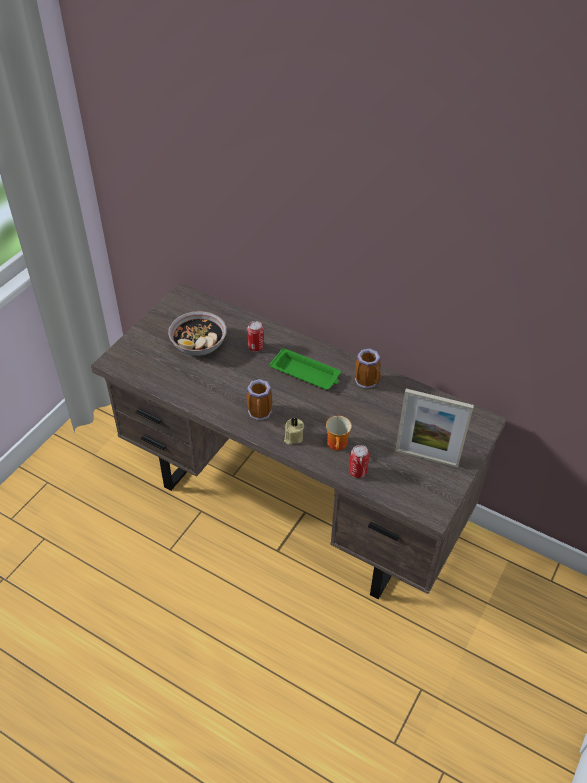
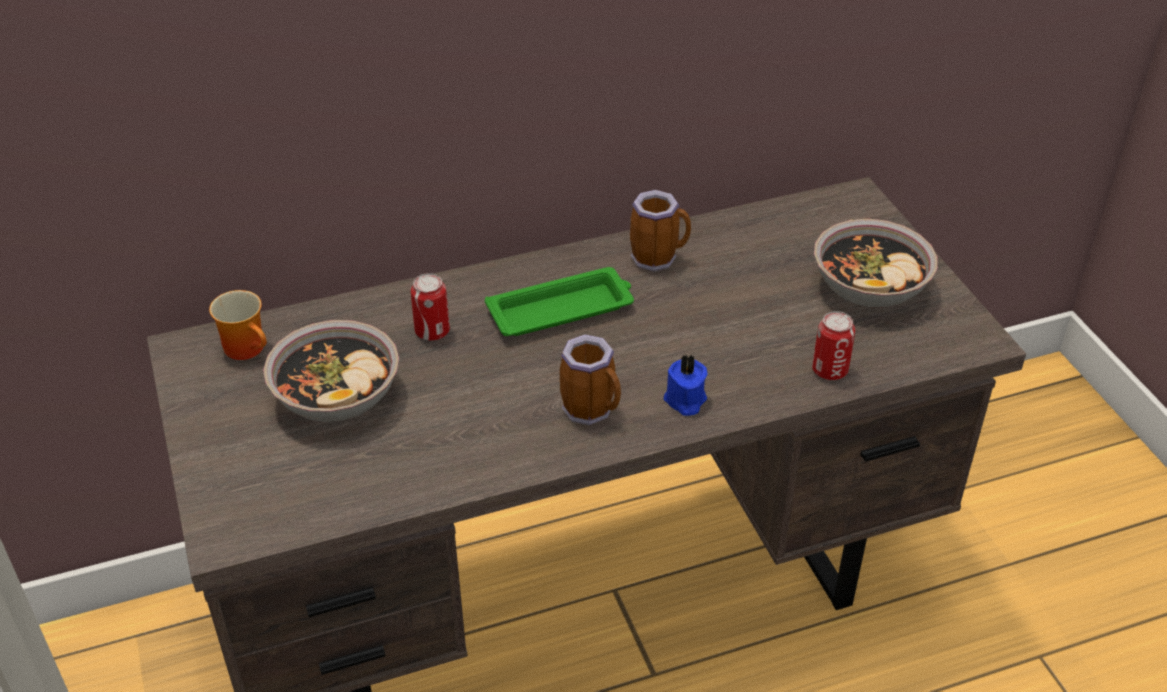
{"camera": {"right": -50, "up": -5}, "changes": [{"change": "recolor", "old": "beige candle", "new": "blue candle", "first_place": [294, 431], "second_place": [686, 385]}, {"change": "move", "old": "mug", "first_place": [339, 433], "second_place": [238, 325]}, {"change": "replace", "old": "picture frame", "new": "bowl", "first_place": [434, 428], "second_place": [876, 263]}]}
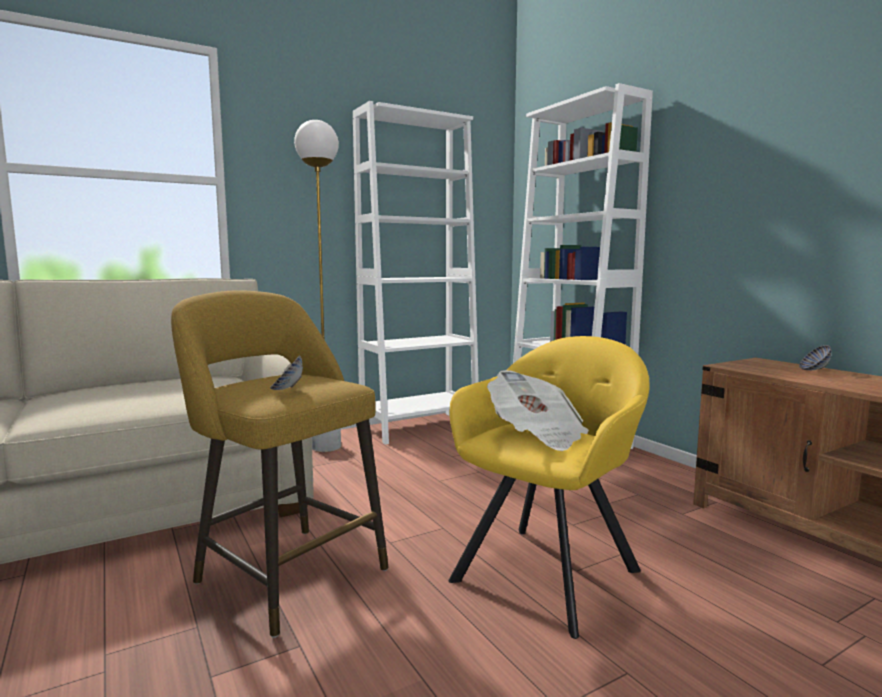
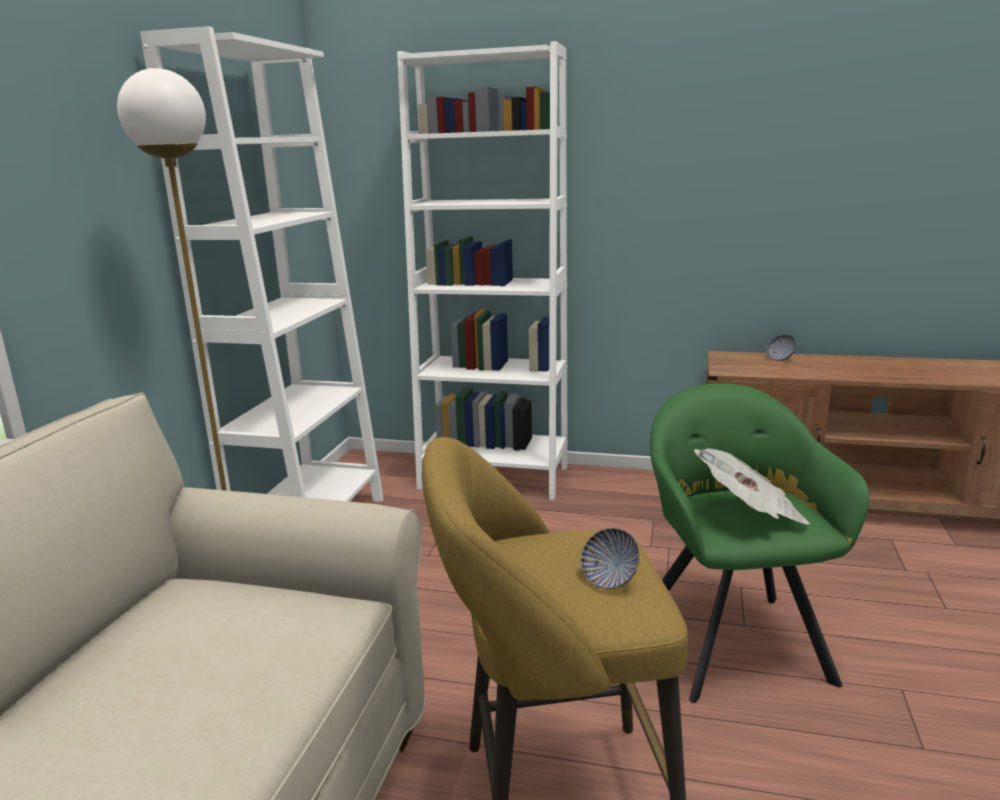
{"camera": {"right": -45, "up": 10}, "changes": [{"change": "recolor", "old": "yellow armchair", "new": "green armchair", "first_place": [548, 487], "second_place": [760, 543]}]}
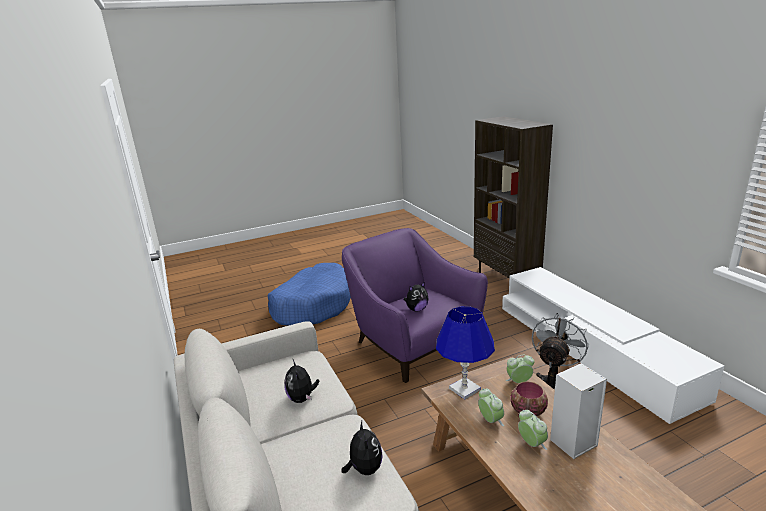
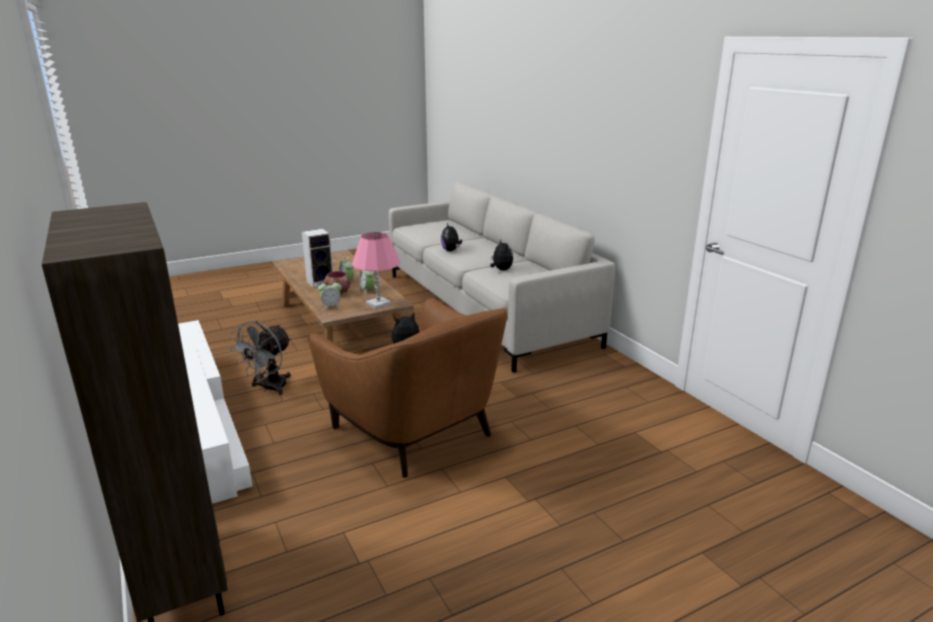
{"camera": {"right": 175, "up": 0}, "changes": [{"change": "delete", "old": "blue dog bed", "first_place": [309, 294]}, {"change": "recolor", "old": "purple armchair", "new": "brown armchair", "first_place": [415, 305], "second_place": [407, 388]}, {"change": "recolor", "old": "blue table lamp", "new": "pink table lamp", "first_place": [465, 352], "second_place": [376, 270]}]}
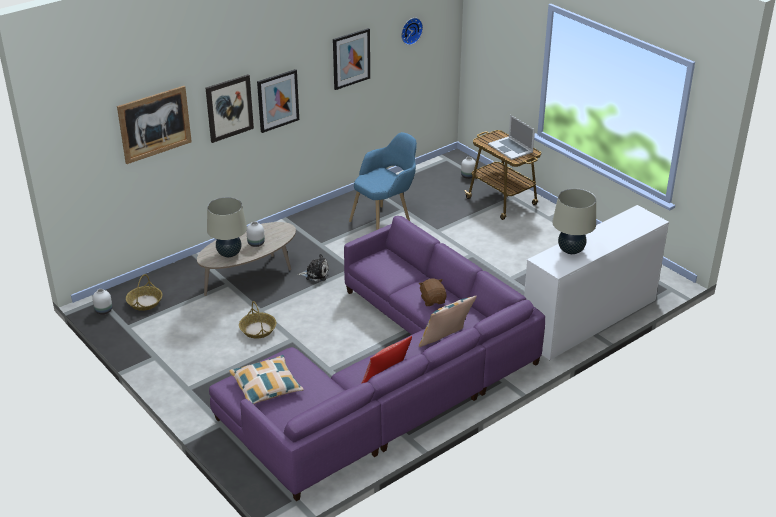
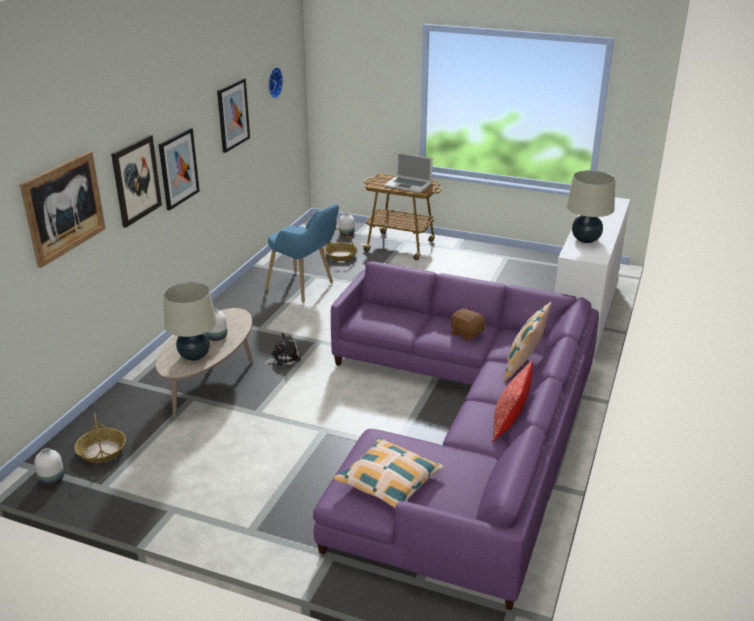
{"camera": {"right": -30, "up": -5}, "changes": [{"change": "move", "old": "basket", "first_place": [257, 320], "second_place": [341, 245]}, {"change": "rotate", "old": "blue armchair", "first_place": [383, 181], "second_place": [302, 253], "degrees": 105}]}
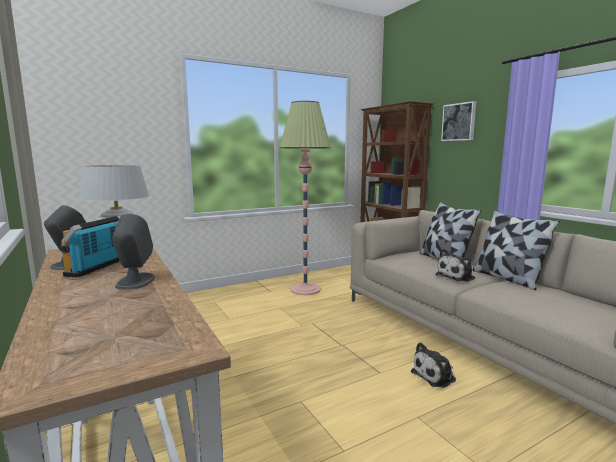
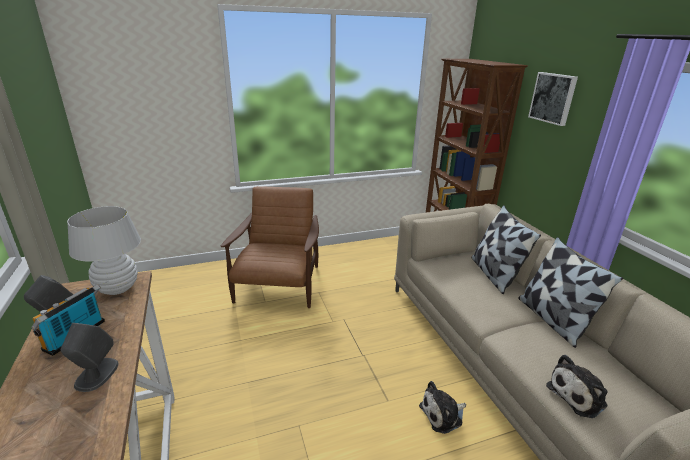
{"camera": {"right": 10, "up": 15}, "changes": [{"change": "delete", "old": "floor lamp", "first_place": [305, 198]}, {"change": "move", "old": "plush toy", "first_place": [455, 265], "second_place": [577, 386]}, {"change": "insert", "new": "brown armchair", "second_place": [269, 247]}]}
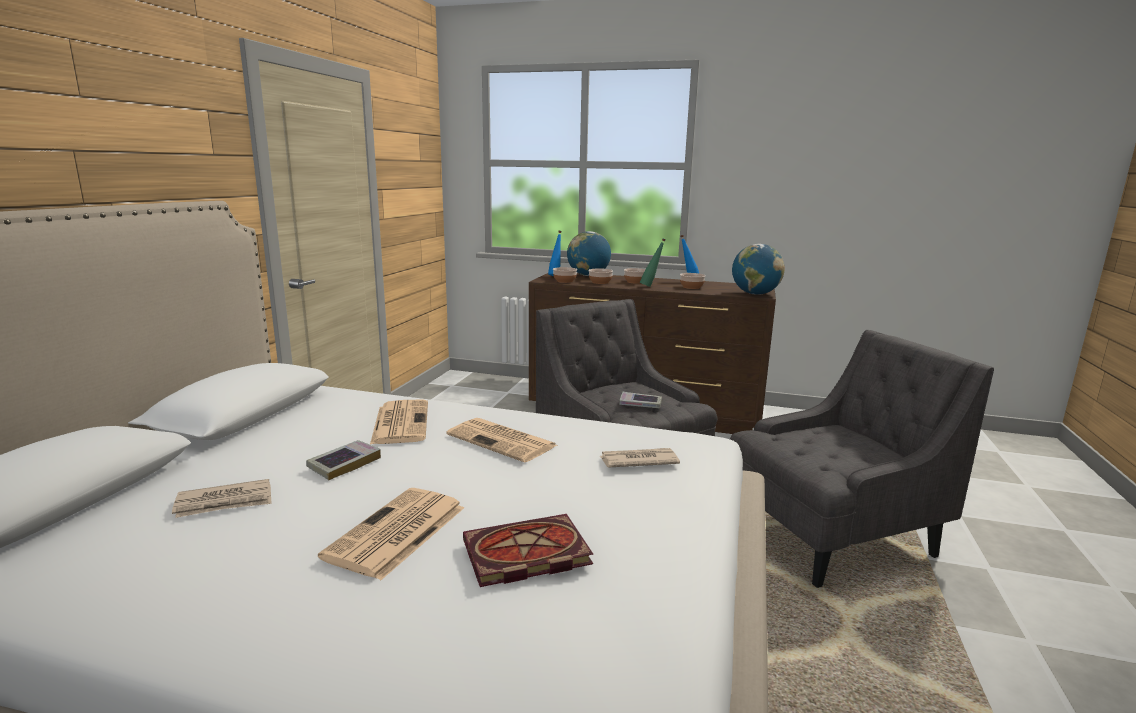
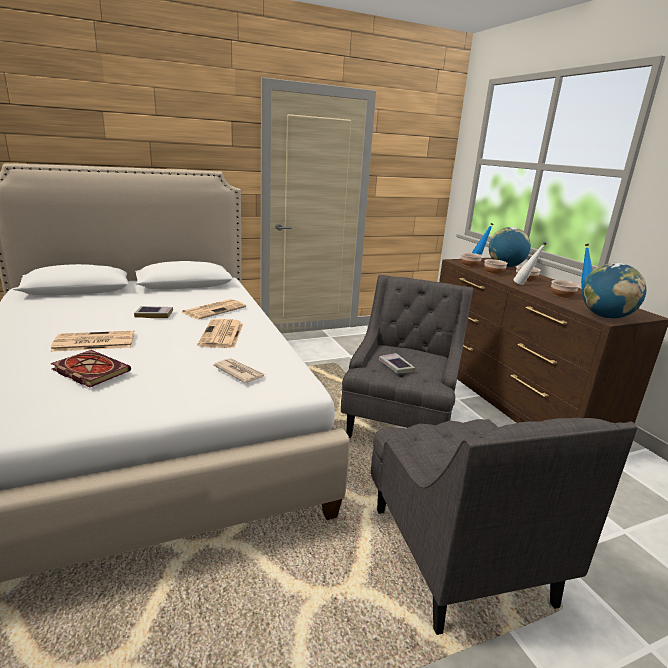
{"camera": {"right": 50, "up": 5}, "changes": [{"change": "delete", "old": "newspaper", "first_place": [222, 498]}, {"change": "recolor", "old": "green bottle", "new": "white bottle", "first_place": [652, 262], "second_place": [530, 263]}, {"change": "rotate", "old": "grey armchair", "first_place": [862, 459], "second_place": [504, 526], "degrees": 45}]}
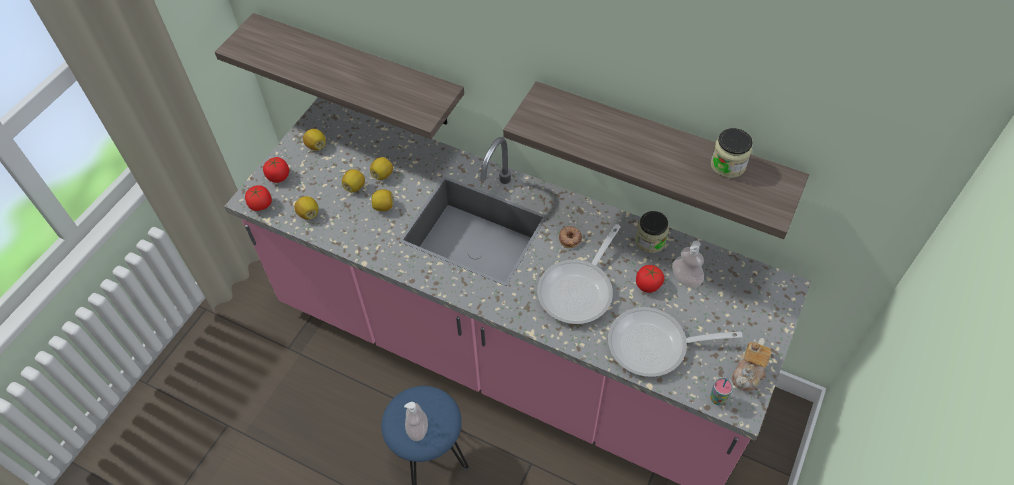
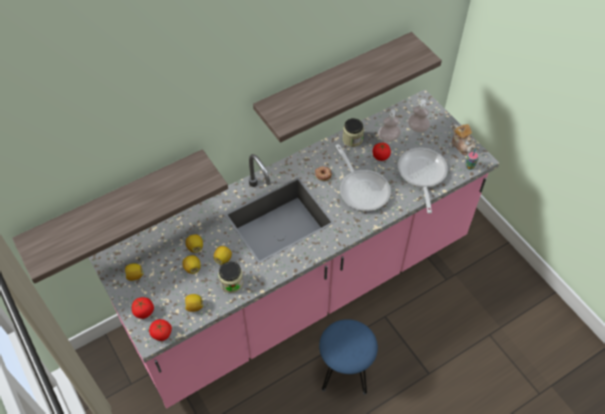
{"camera": {"right": -60, "up": 0}, "changes": [{"change": "move", "old": "soap dispenser", "first_place": [416, 421], "second_place": [419, 116]}, {"change": "rotate", "old": "frying pan", "first_place": [675, 342], "second_place": [423, 180], "degrees": 150}, {"change": "move", "old": "jar", "first_place": [731, 153], "second_place": [230, 277]}]}
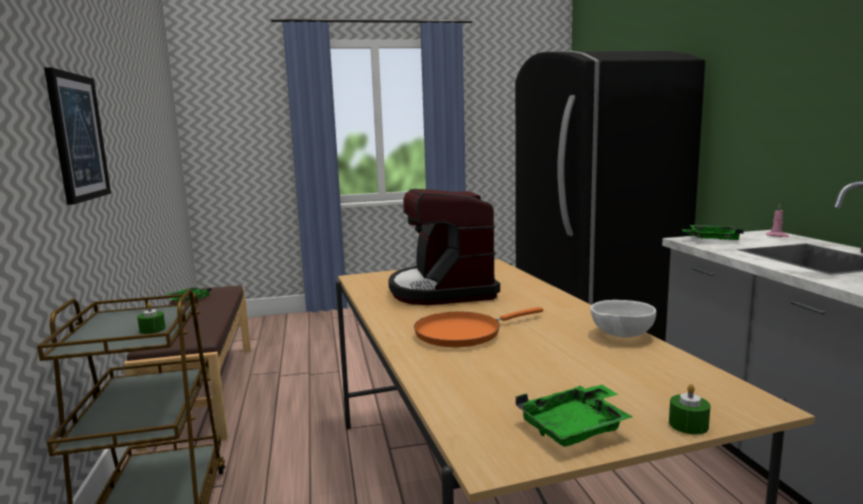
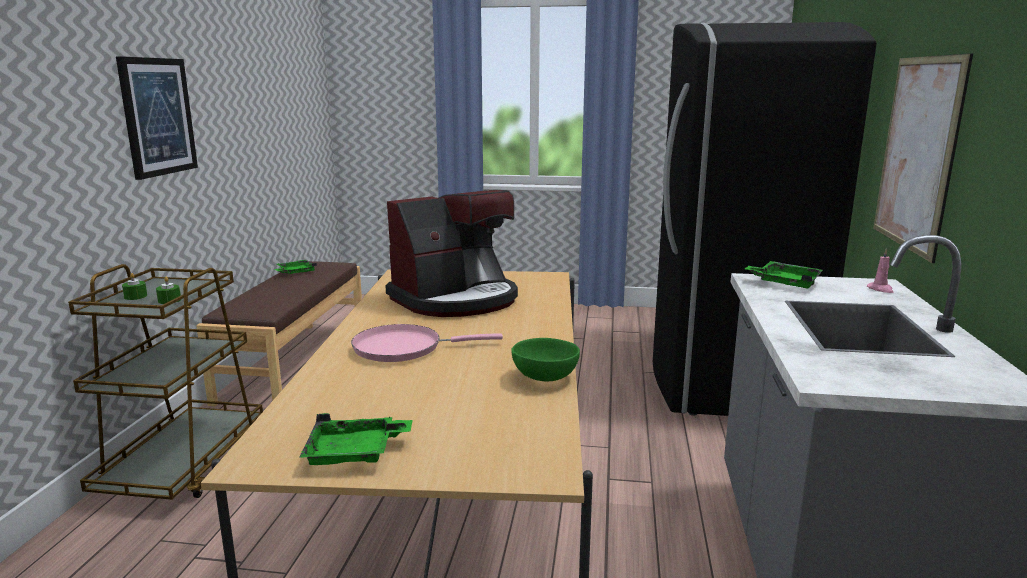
{"camera": {"right": 20, "up": 5}, "changes": [{"change": "rotate", "old": "coffee machine", "first_place": [444, 247], "second_place": [451, 253], "degrees": -135}, {"change": "recolor", "old": "orange frying pan", "new": "pink frying pan", "first_place": [478, 327], "second_place": [427, 343]}, {"change": "recolor", "old": "white bowl", "new": "green bowl", "first_place": [623, 318], "second_place": [545, 359]}, {"change": "move", "old": "green candle", "first_place": [689, 409], "second_place": [134, 286]}, {"change": "insert", "new": "picture", "second_place": [923, 158]}]}
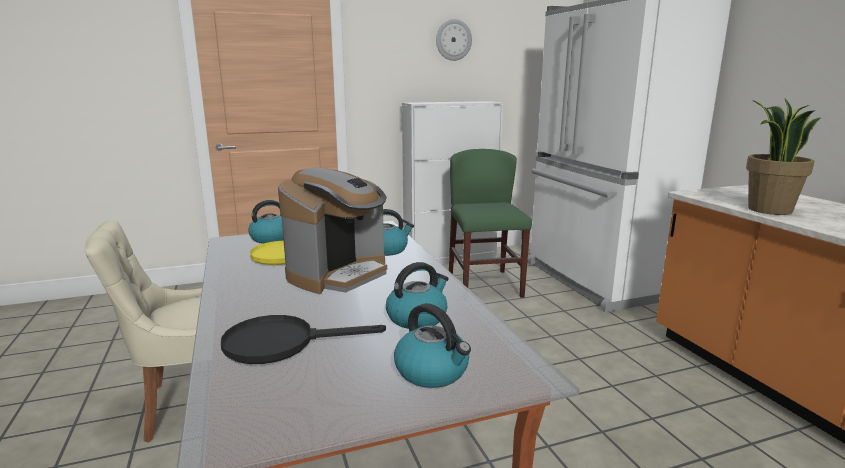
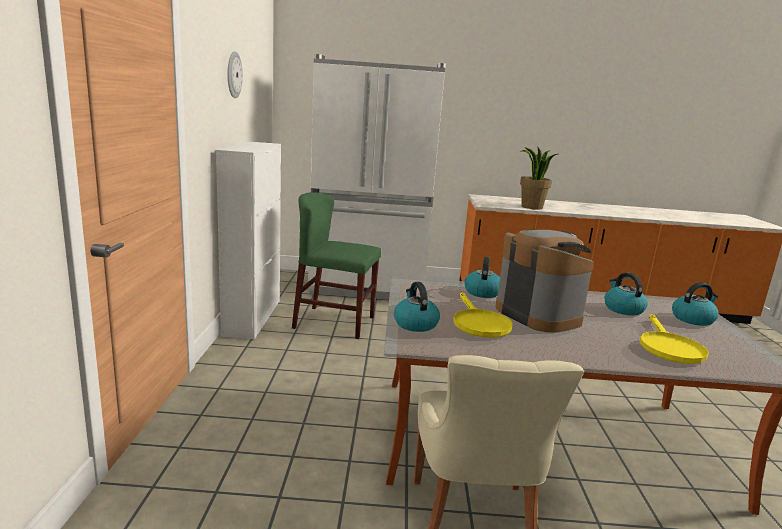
{"camera": {"right": -70, "up": 0}, "changes": [{"change": "recolor", "old": "black frying pan", "new": "yellow frying pan", "first_place": [303, 339], "second_place": [674, 339]}]}
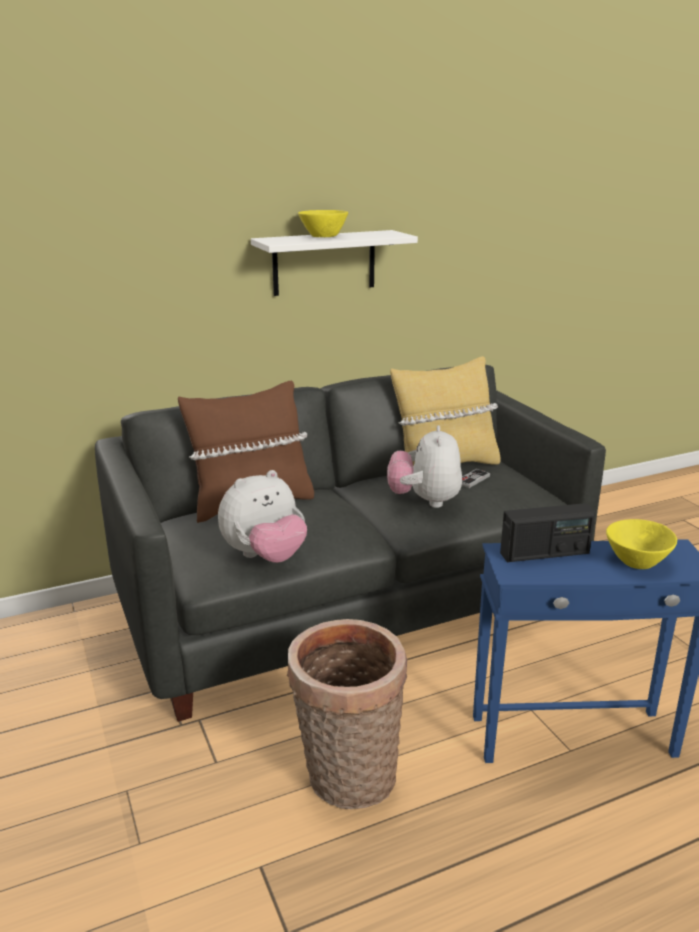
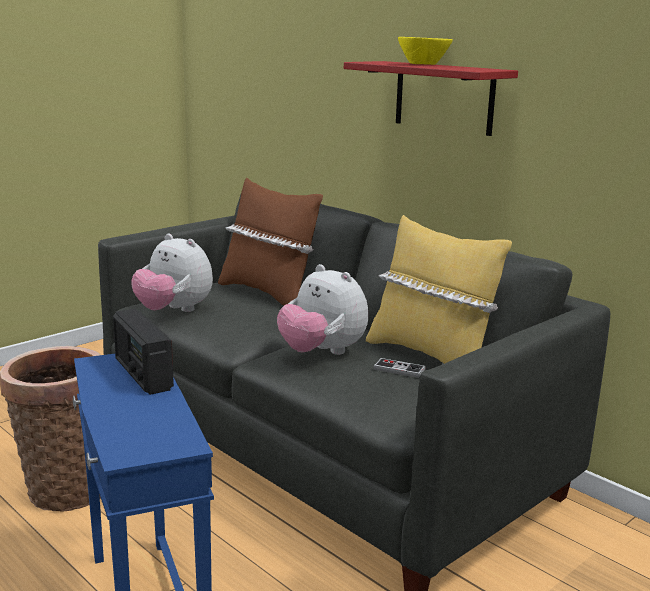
{"camera": {"right": 70, "up": -5}, "changes": [{"change": "recolor", "old": "white shelf", "new": "red shelf", "first_place": [334, 263], "second_place": [431, 98]}, {"change": "rotate", "old": "plush toy", "first_place": [424, 466], "second_place": [322, 309], "degrees": -120}, {"change": "delete", "old": "yellow bowl", "first_place": [641, 544]}]}
